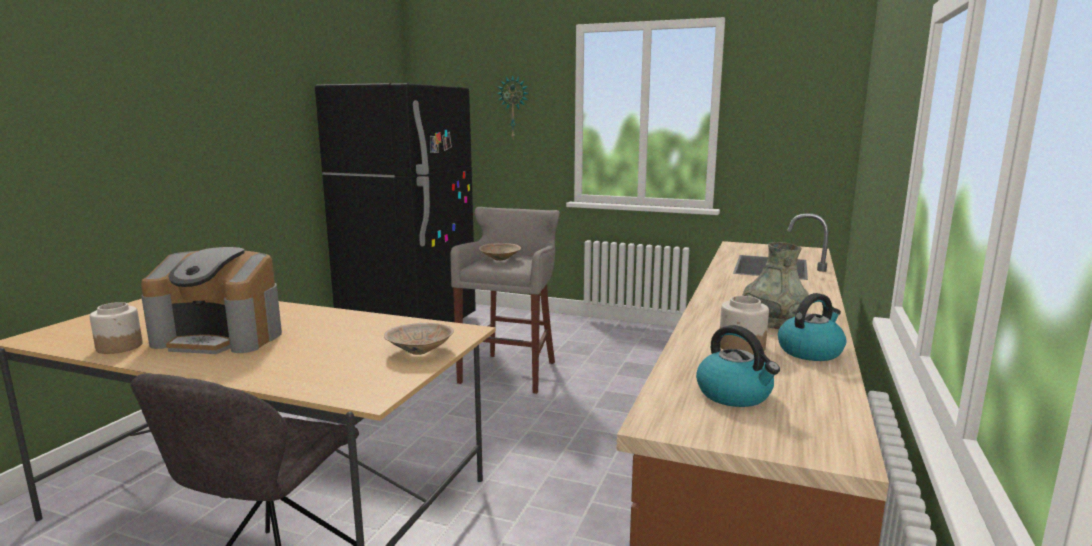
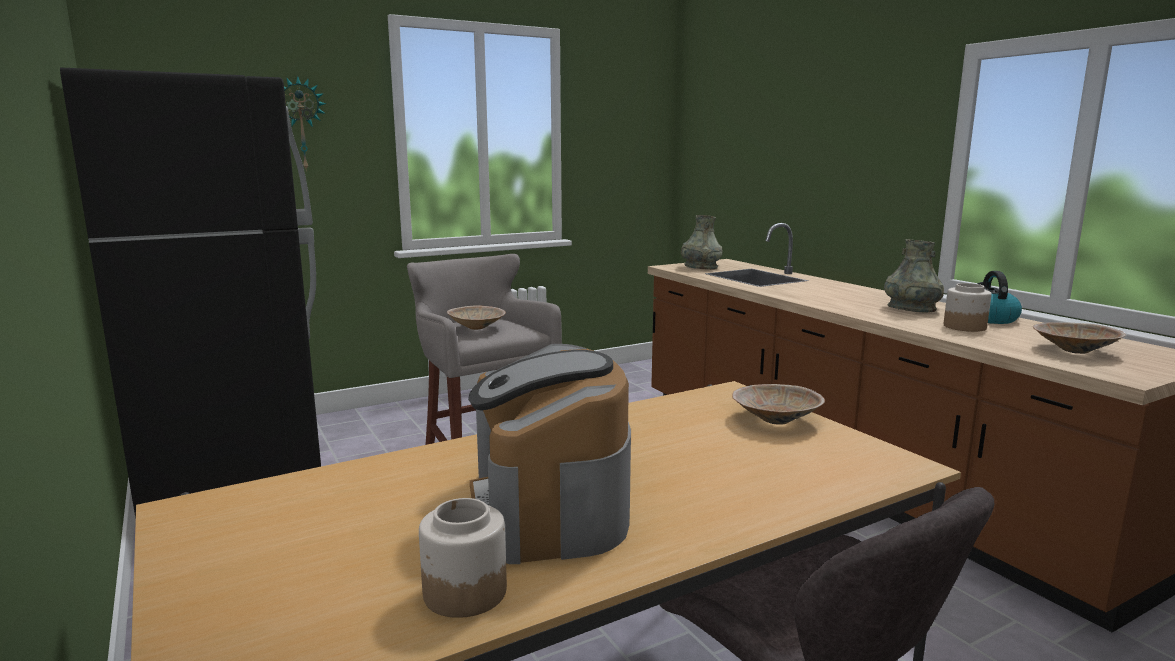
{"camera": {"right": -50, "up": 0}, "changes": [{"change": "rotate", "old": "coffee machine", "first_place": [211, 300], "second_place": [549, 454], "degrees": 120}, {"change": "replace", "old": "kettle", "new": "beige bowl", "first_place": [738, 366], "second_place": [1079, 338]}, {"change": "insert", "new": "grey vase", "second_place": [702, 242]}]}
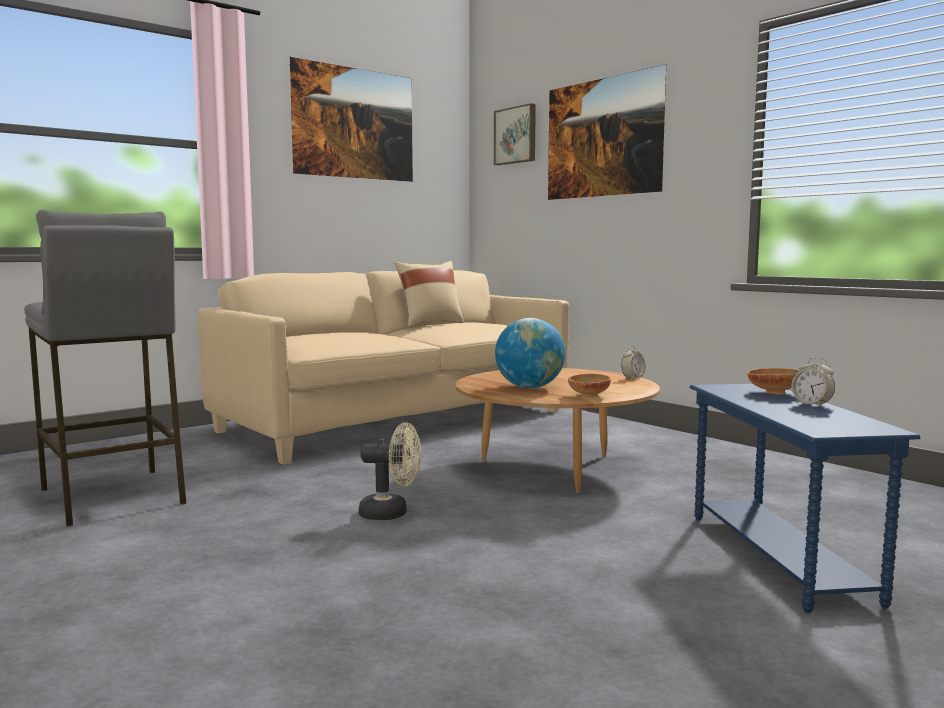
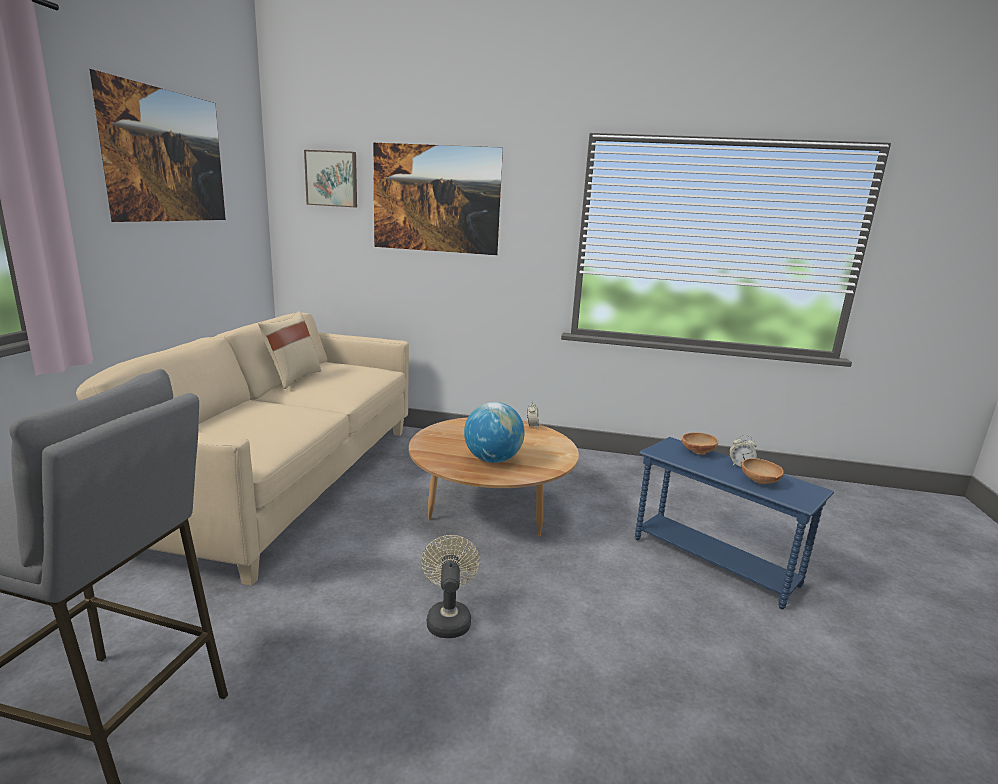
{"camera": {"right": -40, "up": 10}, "changes": [{"change": "rotate", "old": "beige fan", "first_place": [390, 471], "second_place": [450, 586], "degrees": -60}, {"change": "move", "old": "brown bowl", "first_place": [589, 385], "second_place": [762, 471]}]}
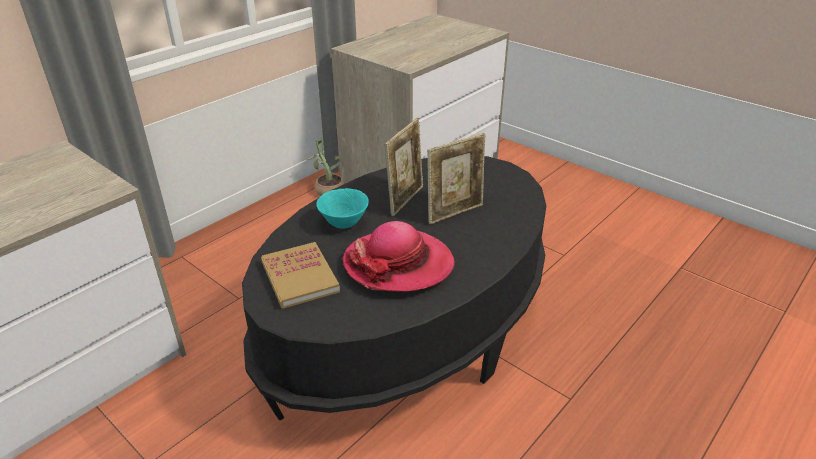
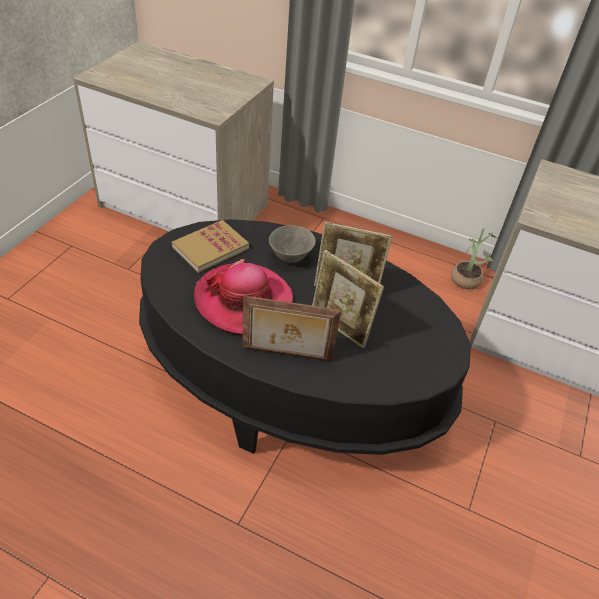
{"camera": {"right": 70, "up": 10}, "changes": [{"change": "recolor", "old": "turquoise bowl", "new": "grey bowl", "first_place": [342, 208], "second_place": [292, 244]}, {"change": "insert", "new": "picture frame", "second_place": [291, 328]}]}
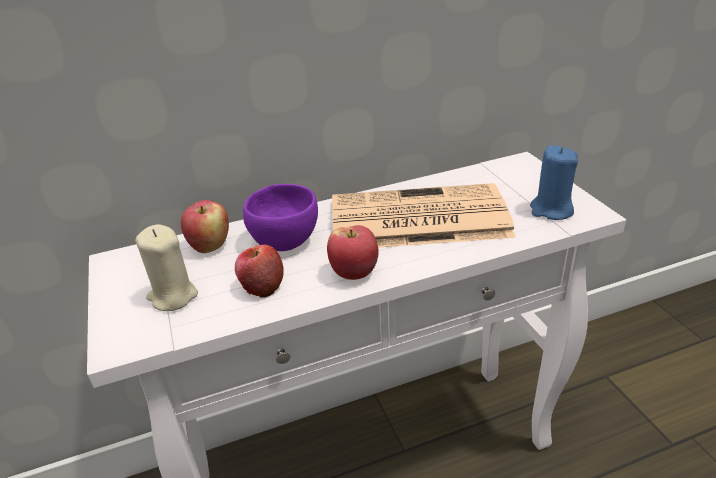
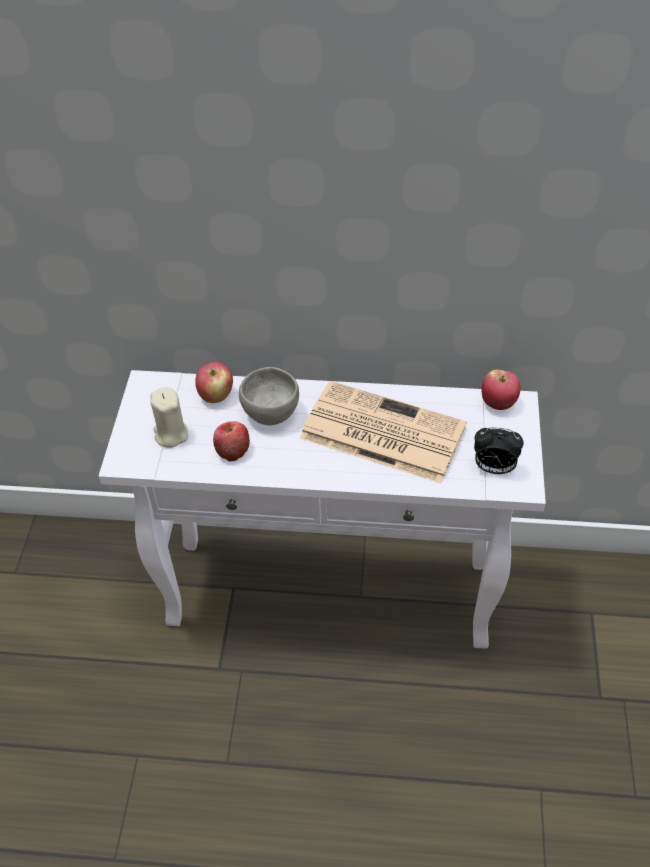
{"camera": {"right": 25, "up": 15}, "changes": [{"change": "recolor", "old": "purple bowl", "new": "grey bowl", "first_place": [280, 217], "second_place": [269, 396]}, {"change": "move", "old": "apple", "first_place": [353, 252], "second_place": [500, 390]}, {"change": "replace", "old": "blue candle", "new": "alarm clock", "first_place": [554, 182], "second_place": [499, 450]}]}
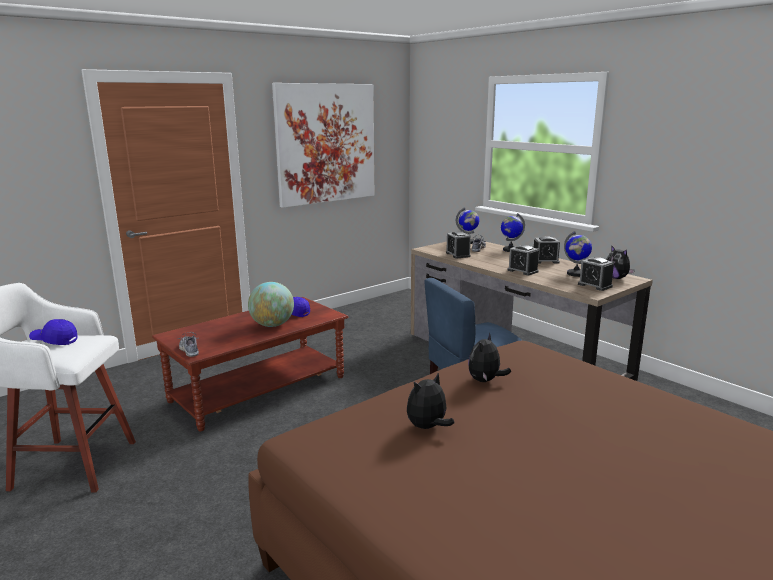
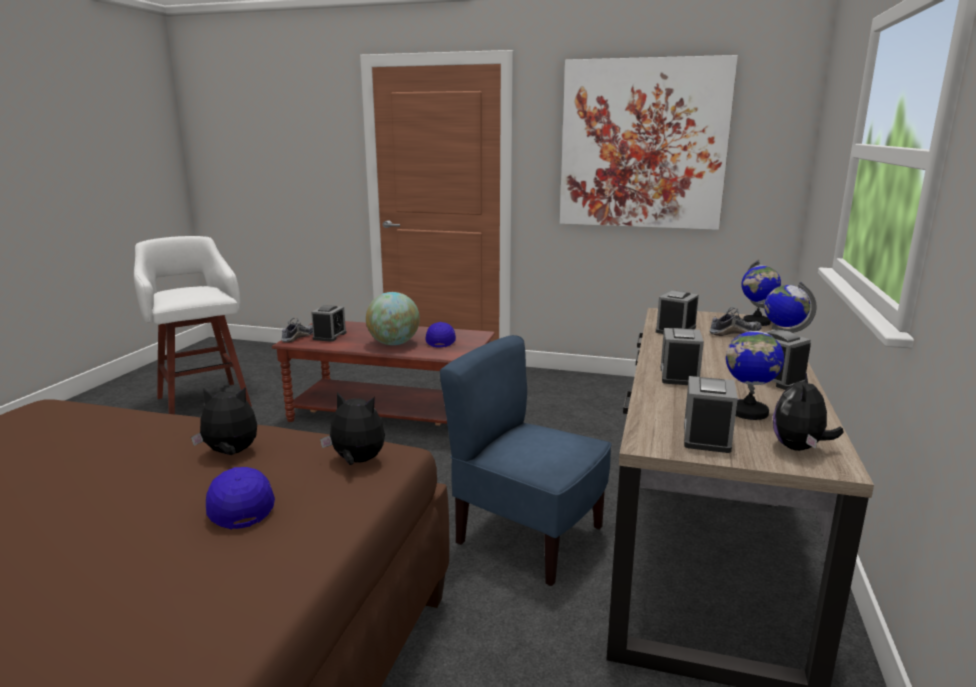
{"camera": {"right": 55, "up": 0}, "changes": [{"change": "move", "old": "blue cap", "first_place": [53, 332], "second_place": [240, 498]}, {"change": "move", "old": "plush toy", "first_place": [430, 401], "second_place": [352, 428]}, {"change": "insert", "new": "alarm clock", "second_place": [329, 323]}]}
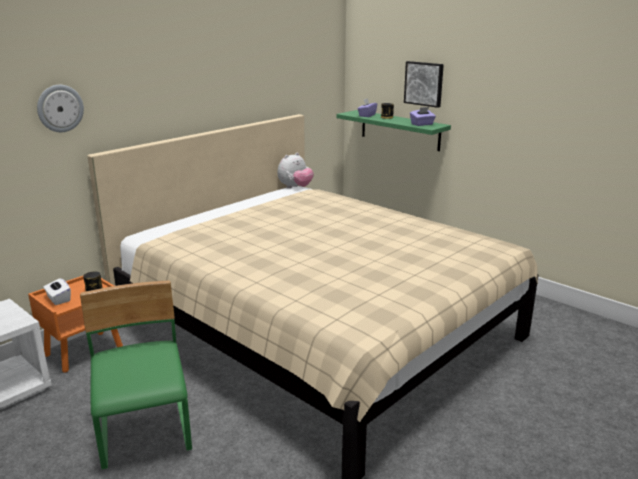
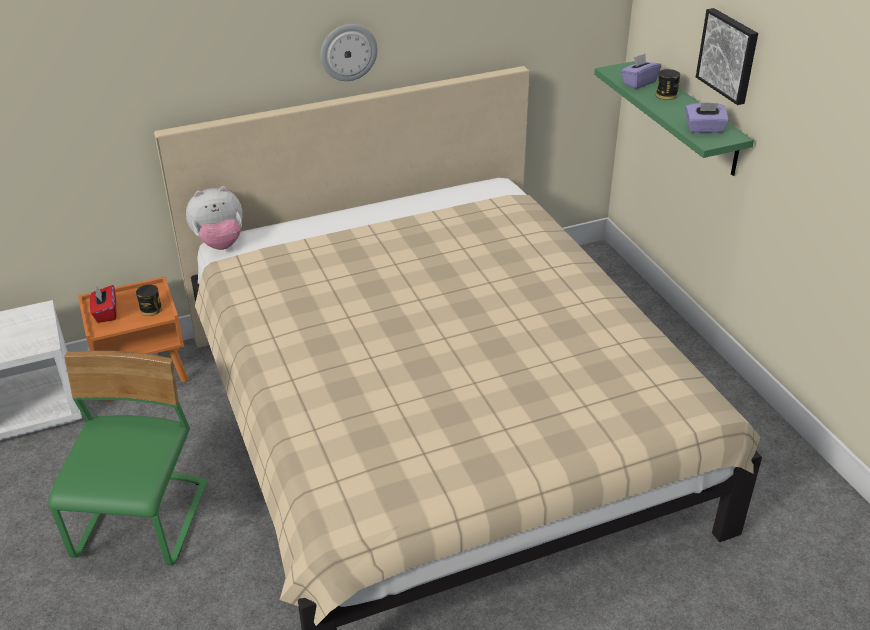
{"camera": {"right": 25, "up": 15}, "changes": [{"change": "move", "old": "wall clock", "first_place": [60, 108], "second_place": [349, 52]}, {"change": "recolor", "old": "white tissue box", "new": "red tissue box", "first_place": [57, 291], "second_place": [103, 304]}, {"change": "move", "old": "plush toy", "first_place": [296, 170], "second_place": [214, 218]}]}
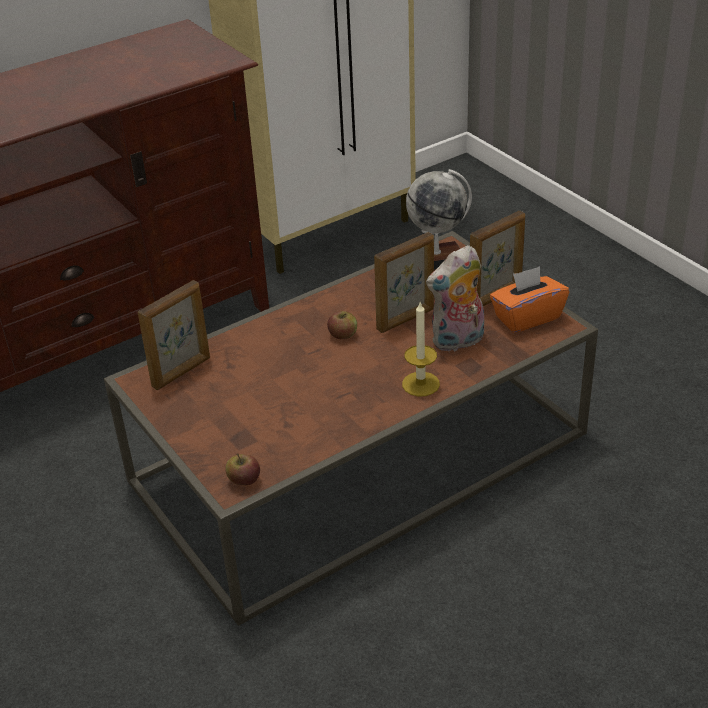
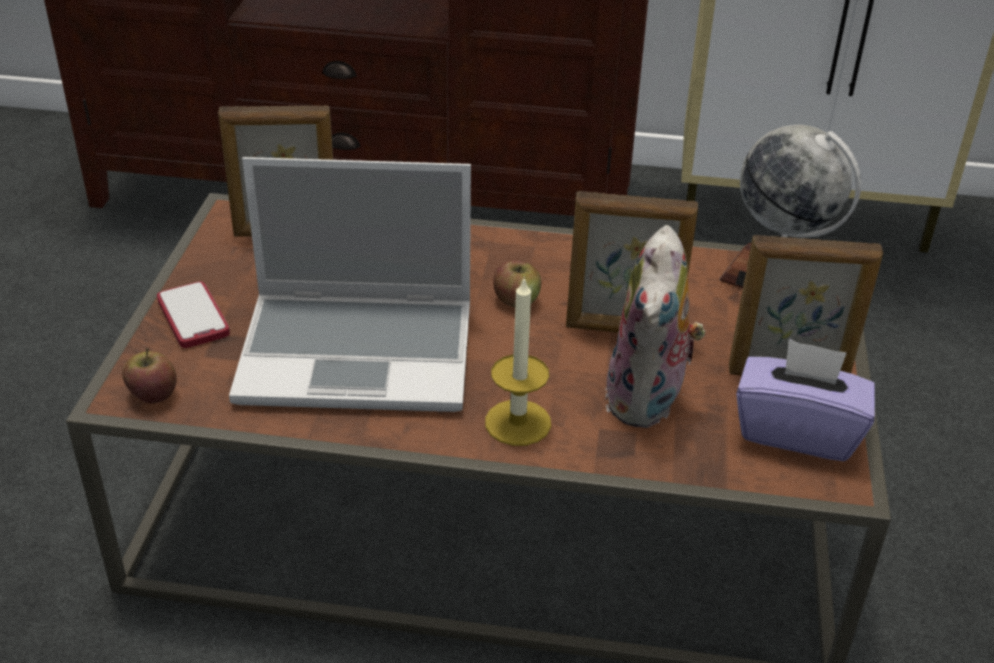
{"camera": {"right": 40, "up": 0}, "changes": [{"change": "rotate", "old": "plush toy", "first_place": [455, 298], "second_place": [655, 326], "degrees": -90}, {"change": "recolor", "old": "orange tissue box", "new": "purple tissue box", "first_place": [529, 299], "second_place": [805, 400]}, {"change": "insert", "new": "phone", "second_place": [193, 315]}, {"change": "insert", "new": "laptop", "second_place": [350, 284]}]}
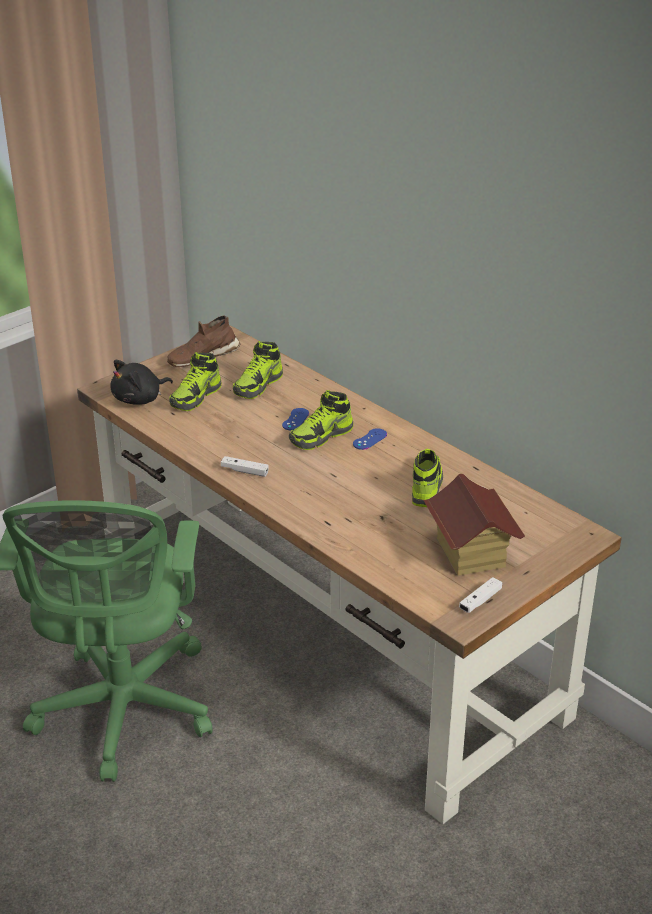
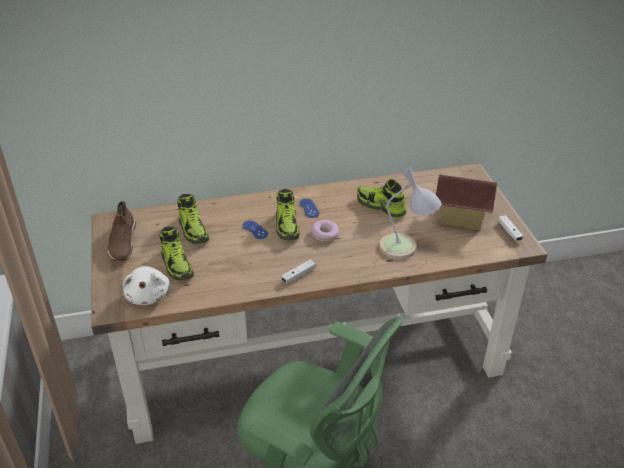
{"camera": {"right": -60, "up": 5}, "changes": [{"change": "recolor", "old": "black plush toy", "new": "white plush toy", "first_place": [141, 382], "second_place": [146, 285]}, {"change": "insert", "new": "donut", "second_place": [325, 230]}, {"change": "insert", "new": "table lamp", "second_place": [410, 213]}]}
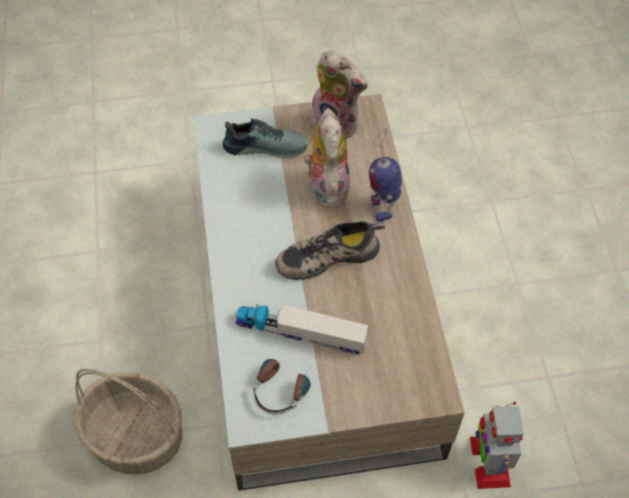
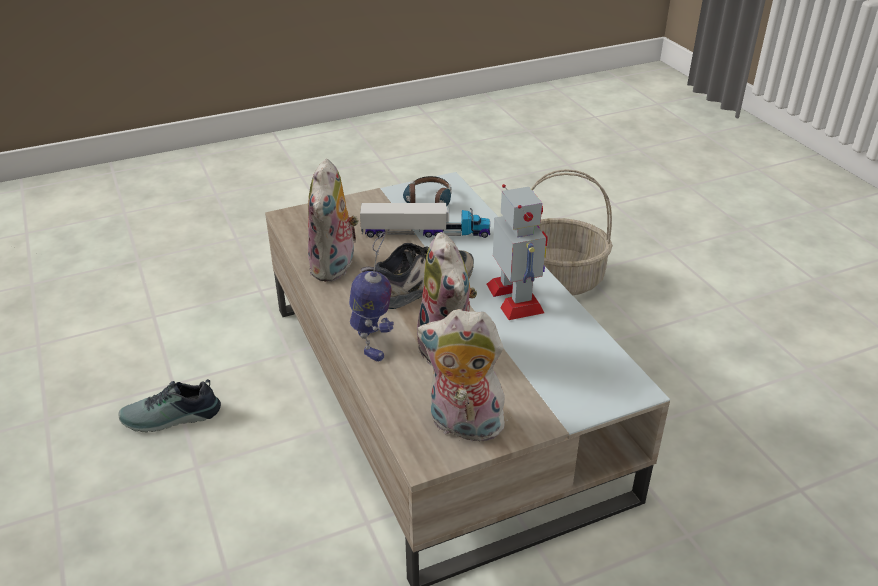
{"camera": {"right": 165, "up": -20}, "changes": [{"change": "move", "old": "shoe", "first_place": [265, 138], "second_place": [169, 405]}, {"change": "move", "old": "toy robot", "first_place": [497, 445], "second_place": [517, 252]}, {"change": "insert", "new": "plush toy", "second_place": [333, 220]}]}
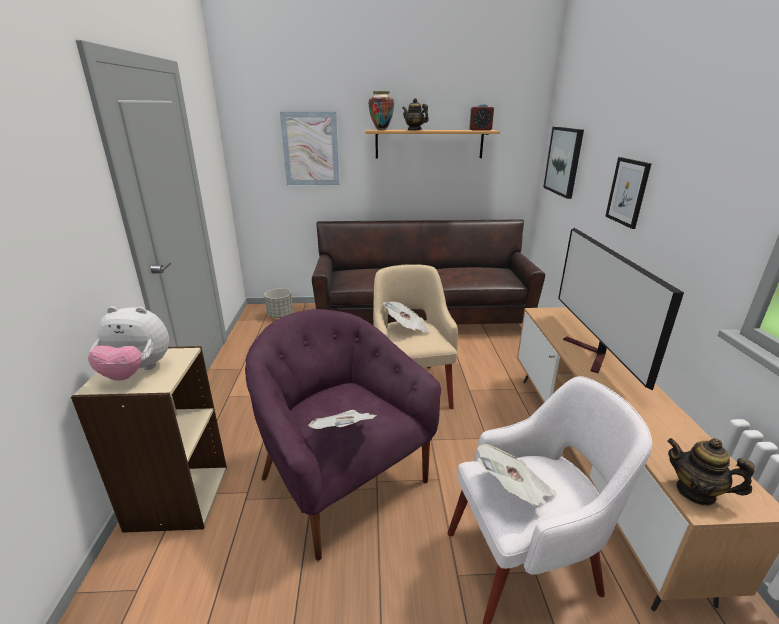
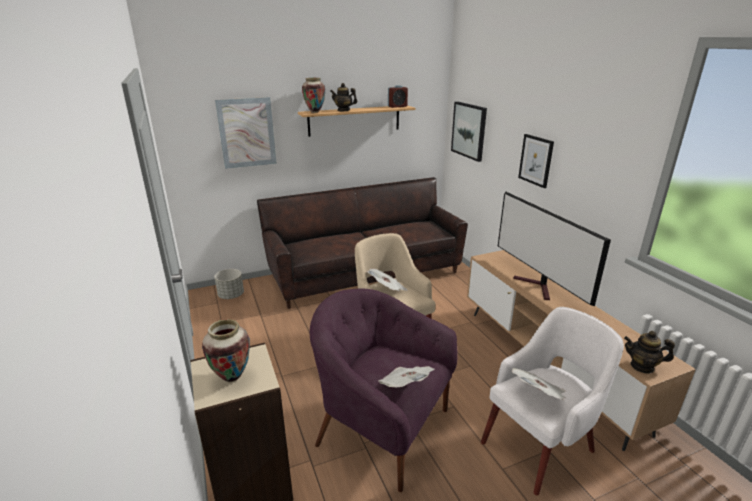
{"camera": {"right": -20, "up": 0}, "changes": [{"change": "replace", "old": "plush toy", "new": "vase", "first_place": [128, 343], "second_place": [226, 350]}]}
